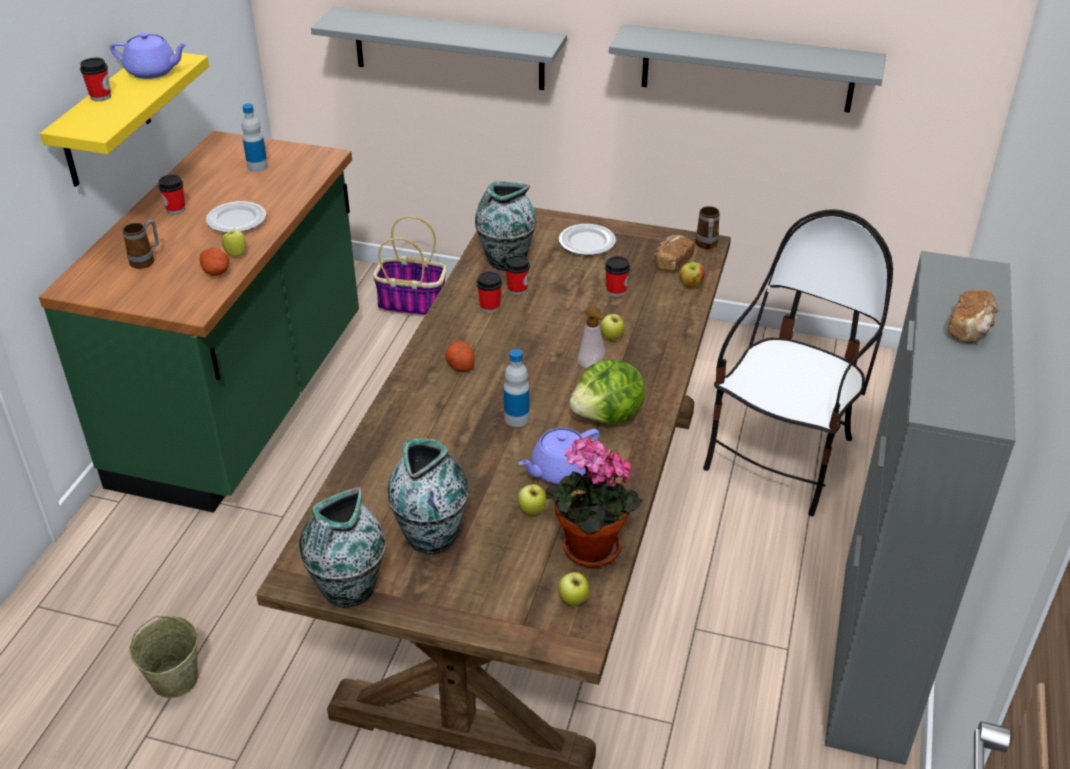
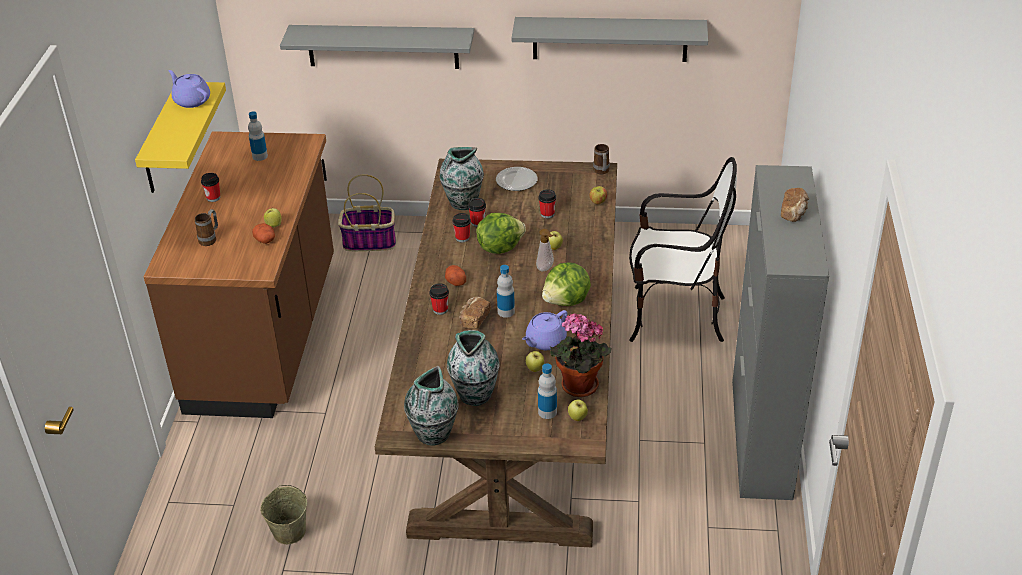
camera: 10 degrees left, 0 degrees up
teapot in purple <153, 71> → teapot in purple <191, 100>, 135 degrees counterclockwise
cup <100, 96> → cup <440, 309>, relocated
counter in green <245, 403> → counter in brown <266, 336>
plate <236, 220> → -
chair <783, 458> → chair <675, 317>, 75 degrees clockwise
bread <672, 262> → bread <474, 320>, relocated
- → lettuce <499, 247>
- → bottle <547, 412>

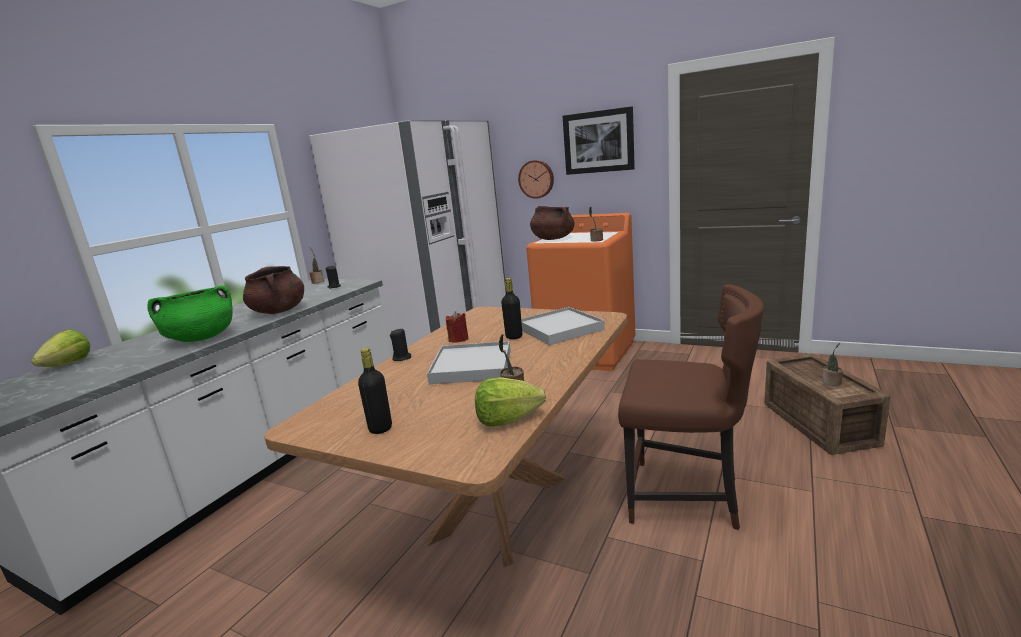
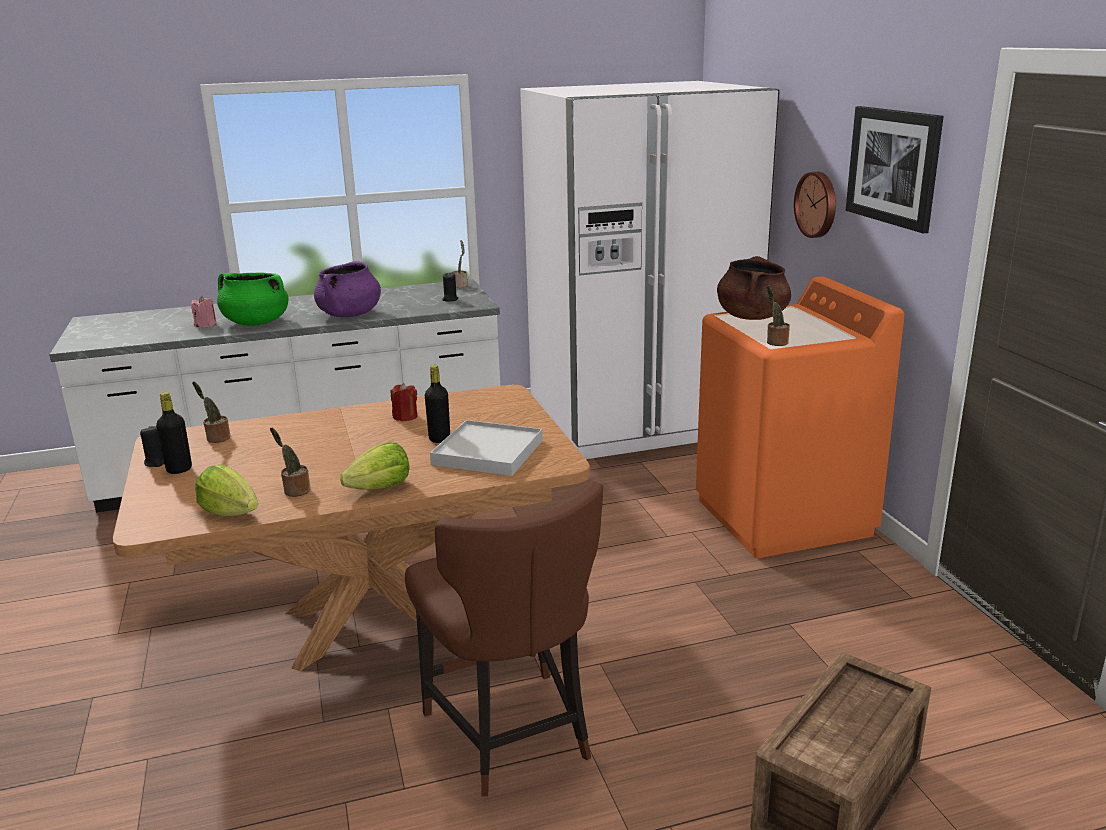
camera: 45 degrees right, 5 degrees up
cooking pot in brown <279, 311> → cooking pot in purple <349, 314>
candle in black <402, 358> → candle in black <157, 462>, relocated
lettuce <68, 364> → lettuce <380, 487>, relocated
tray in white <471, 366> → -
potted plant <832, 382> → potted plant <216, 438>, relocated
- → candle in pink <206, 324>

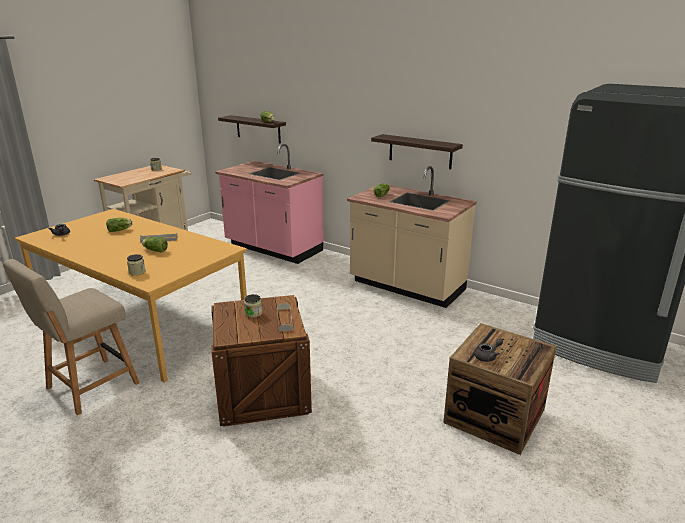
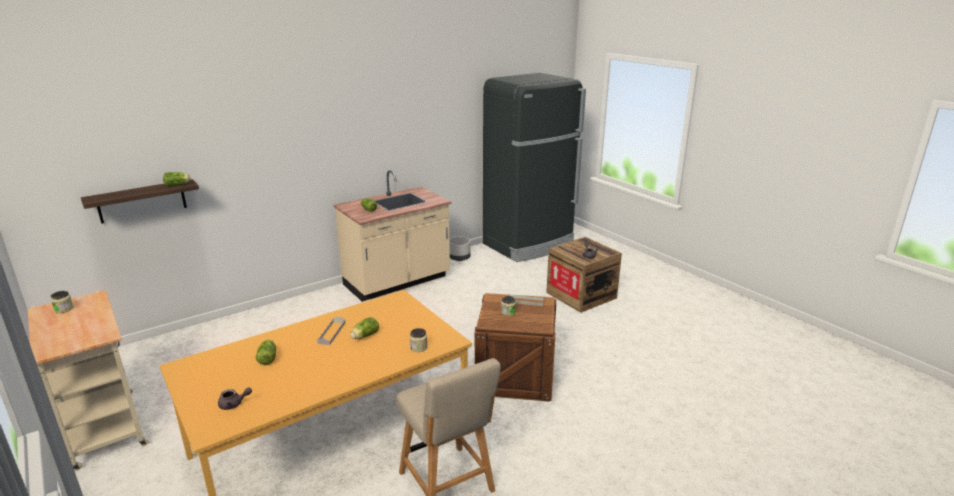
camera: 70 degrees left, 0 degrees up
shelf <420, 151> → -
counter in pink <273, 248> → -
- → planter in grey <459, 259>

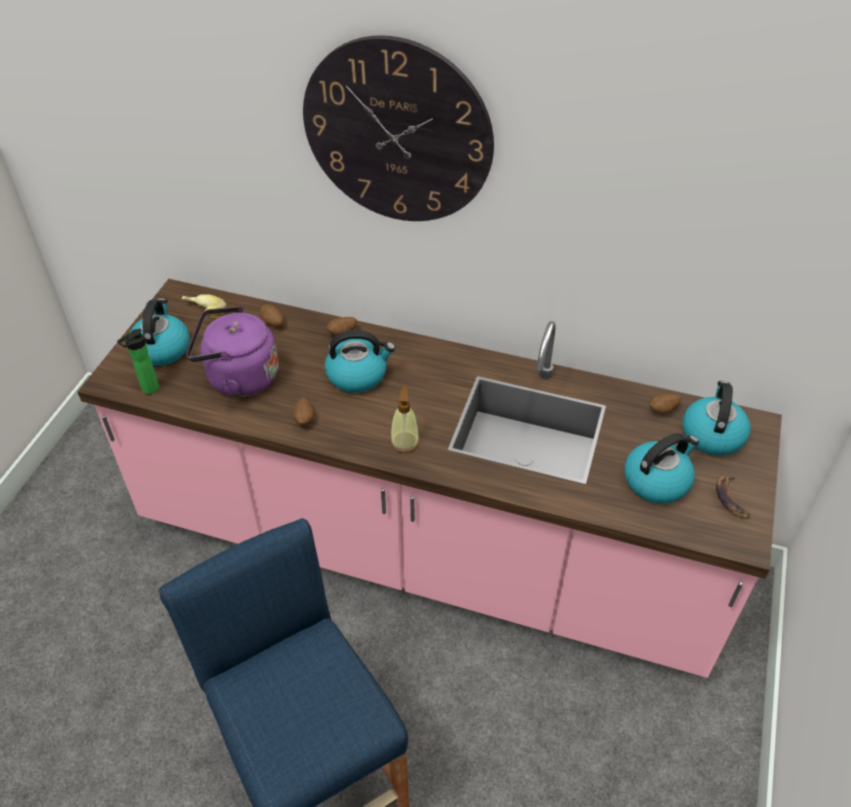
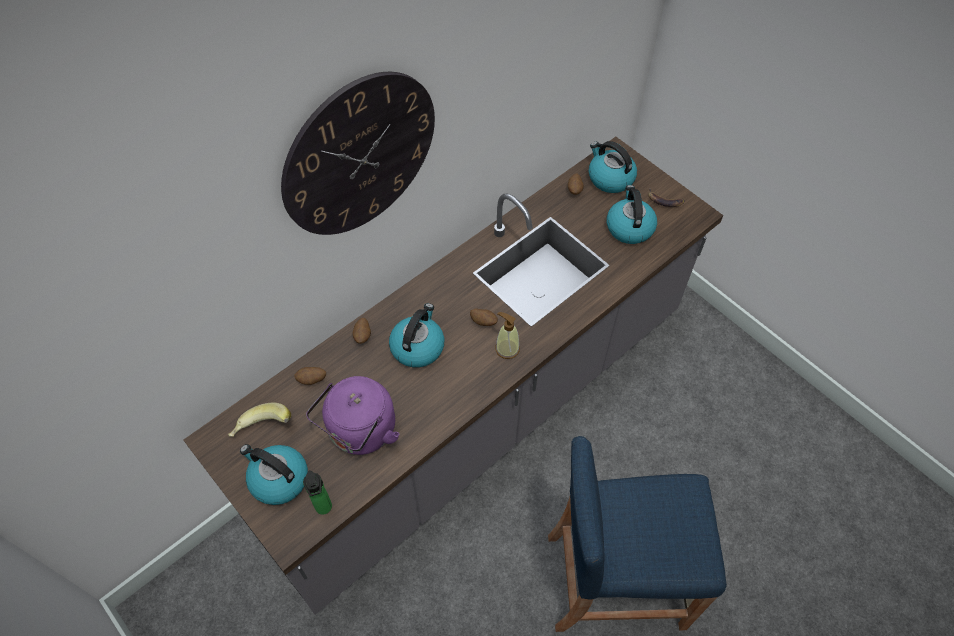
camera: 60 degrees left, 10 degrees up
counter in pink <425, 549> → counter in grey <476, 415>
potato <304, 419> → potato <483, 322>, relocated

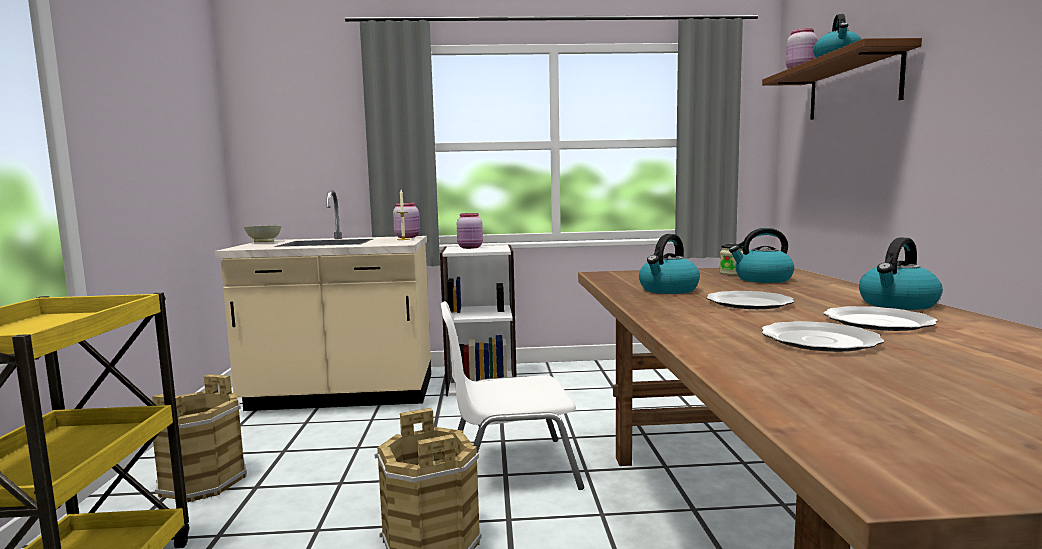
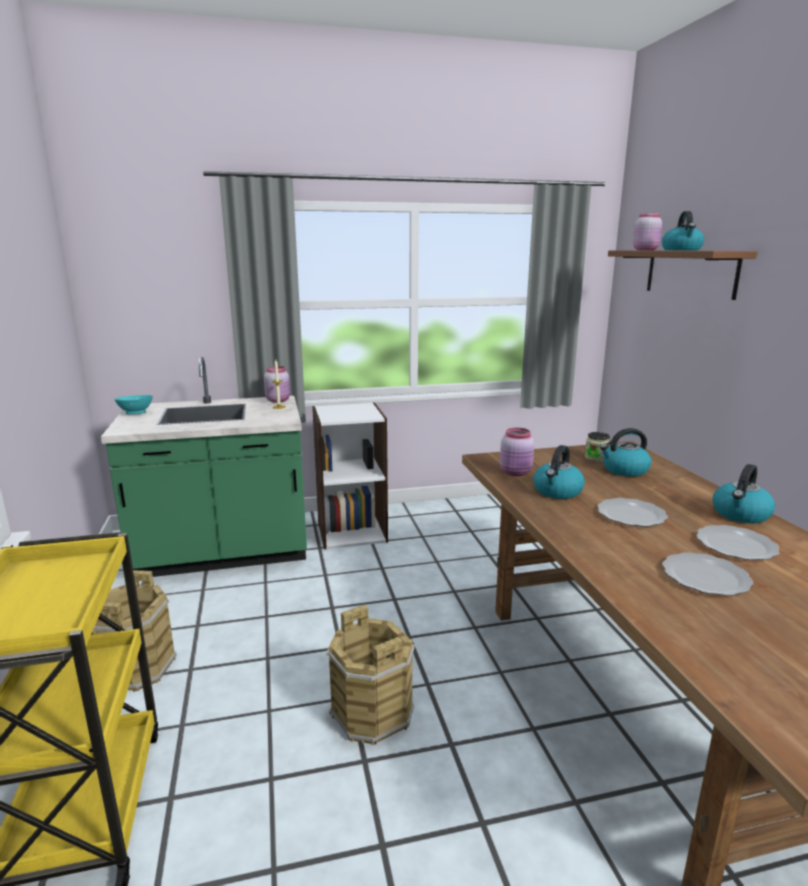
camera: 10 degrees left, 10 degrees up
counter in beige <342, 395> → counter in green <224, 553>
jar in pink <470, 247> → jar in pink <516, 472>, relocated
bowl in beige <264, 242> → bowl in turquoise <136, 413>
chair in white <509, 468> → -

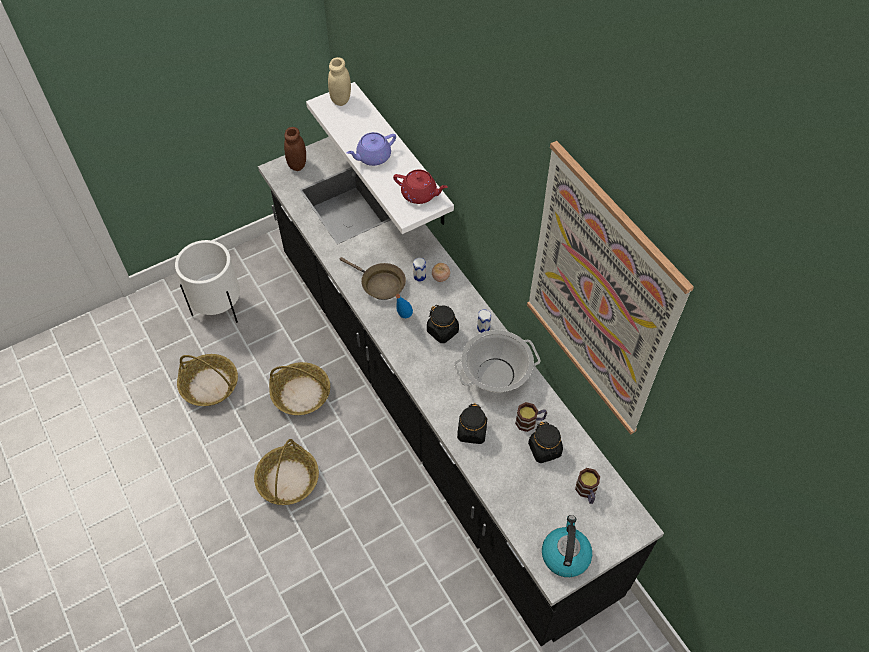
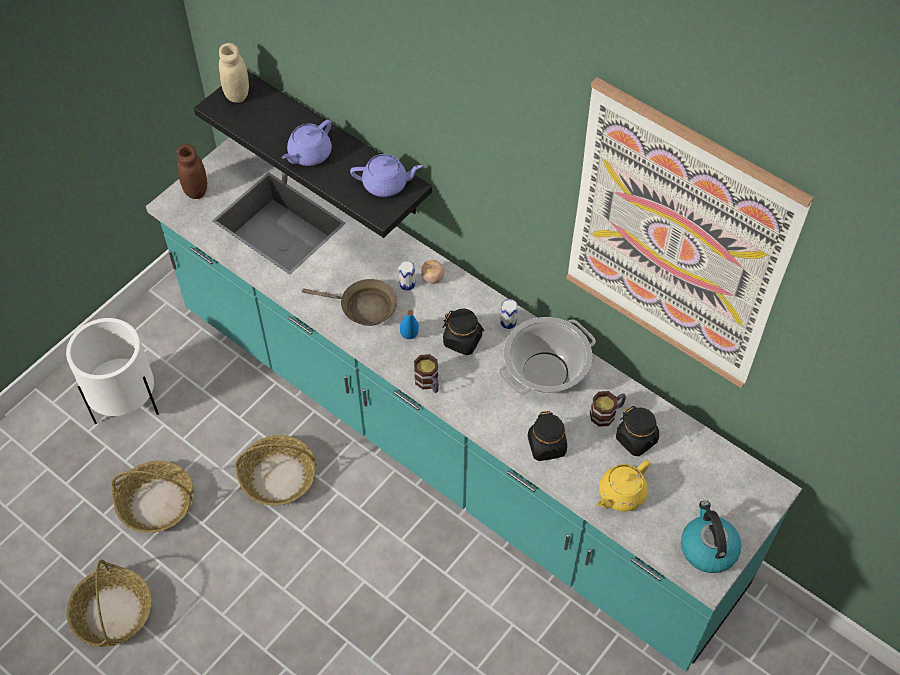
camera: 20 degrees left, 0 degrees up
shelf in white <402, 156> → shelf in black <336, 144>
counter in black <434, 411> → counter in turquoise <450, 446>
teapot in red <420, 194> → teapot in purple <386, 184>
basket <288, 479> → basket <112, 612>, relocated
mug <587, 492> → mug <429, 383>, relocated
- → teapot in yellow <620, 494>

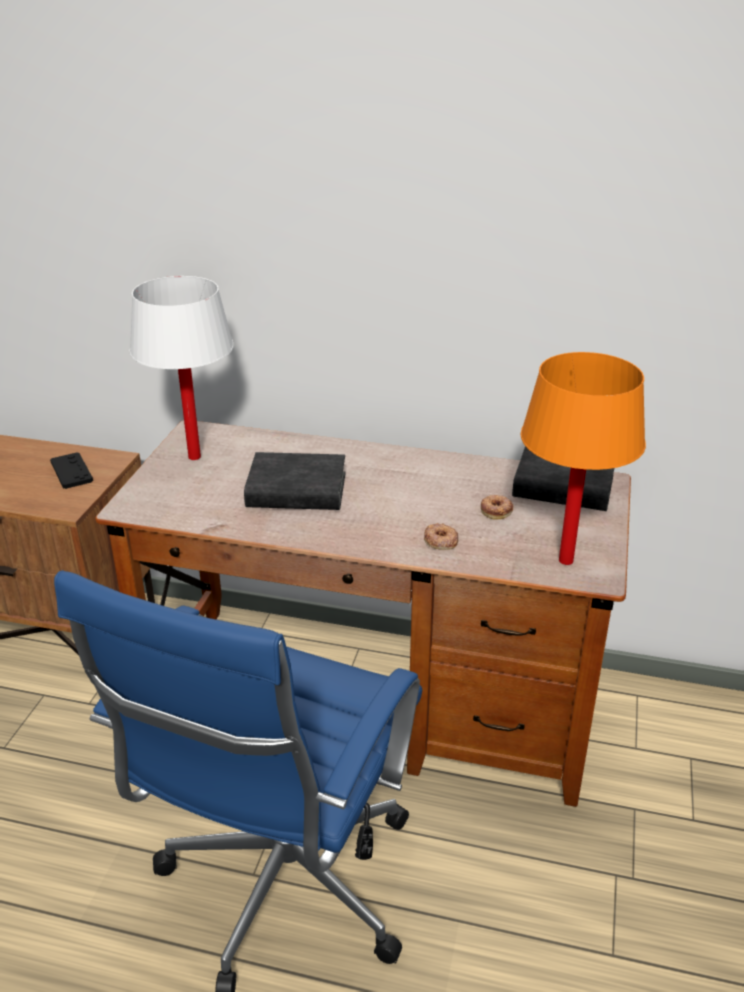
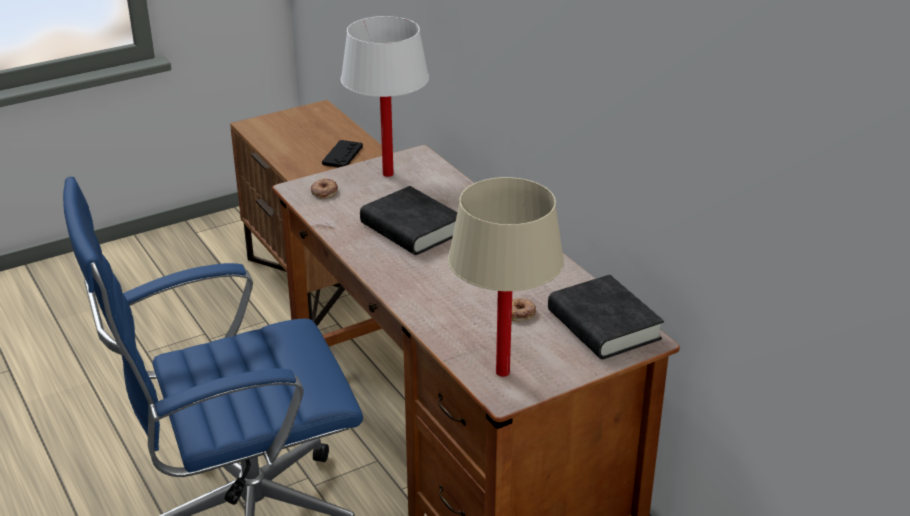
camera: 45 degrees right, 0 degrees up
table lamp in orange <565, 560> → table lamp in beige <502, 372>
donut <440, 540> → donut <324, 191>, relocated

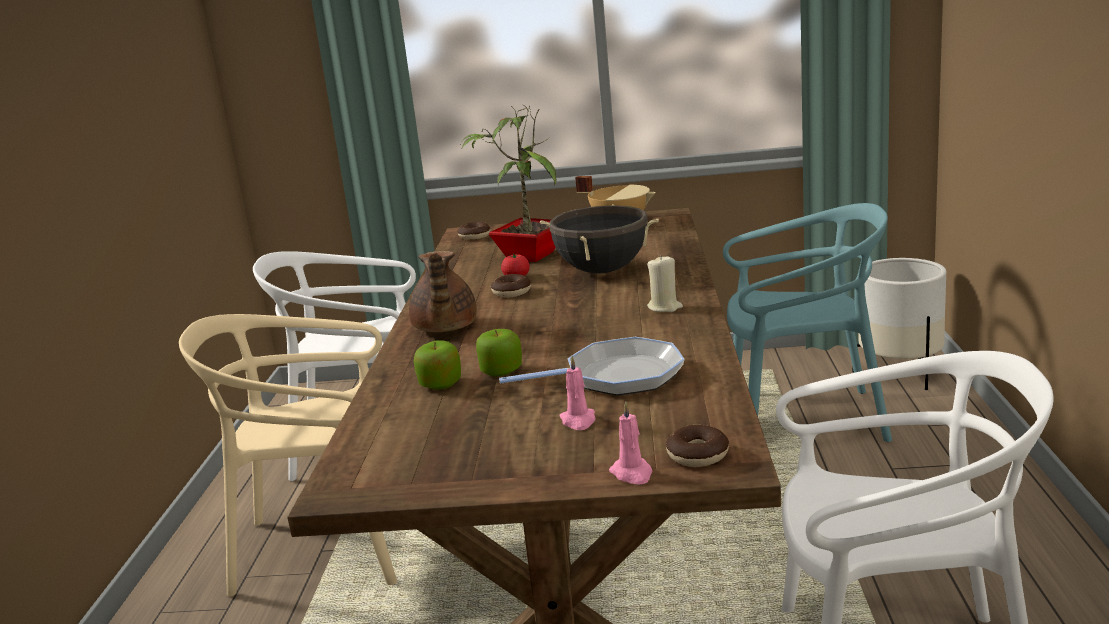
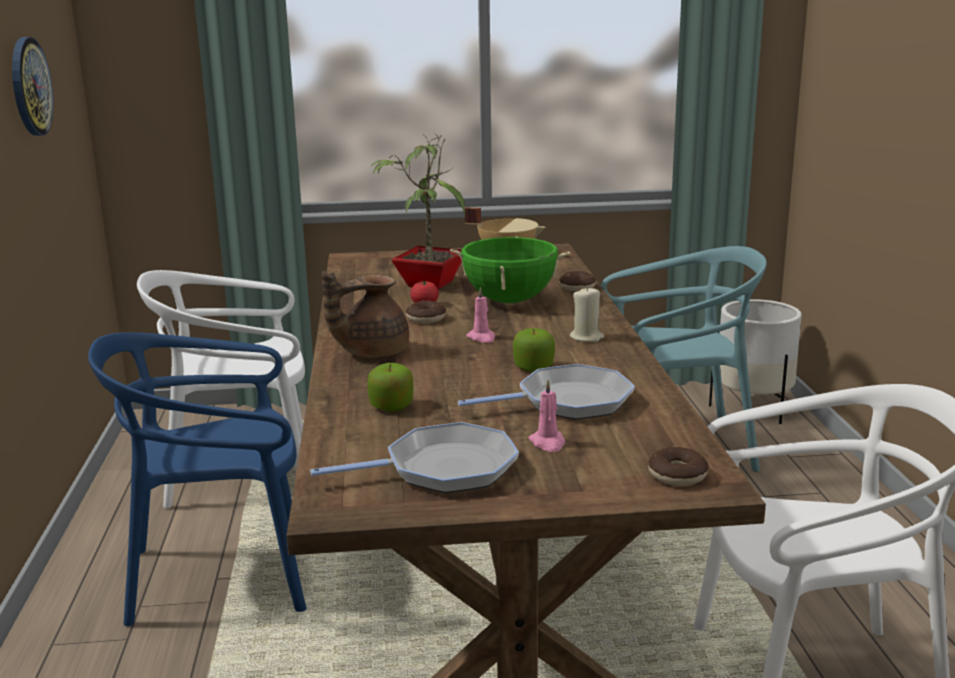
camera: 10 degrees left, 0 degrees up
cooking pot in black <602, 271> → cooking pot in green <510, 301>
donut <474, 236> → donut <577, 287>, relocated
teapot in brown <444, 328> → teapot in brown <371, 352>, 75 degrees clockwise
chair in beige <326, 547> → chair in blue <221, 575>
apple <501, 371> → apple <534, 367>, relocated
candle in pink <632, 474> → candle in pink <482, 338>, relocated
- → wall clock <29, 86>
- → frying pan <443, 469>

